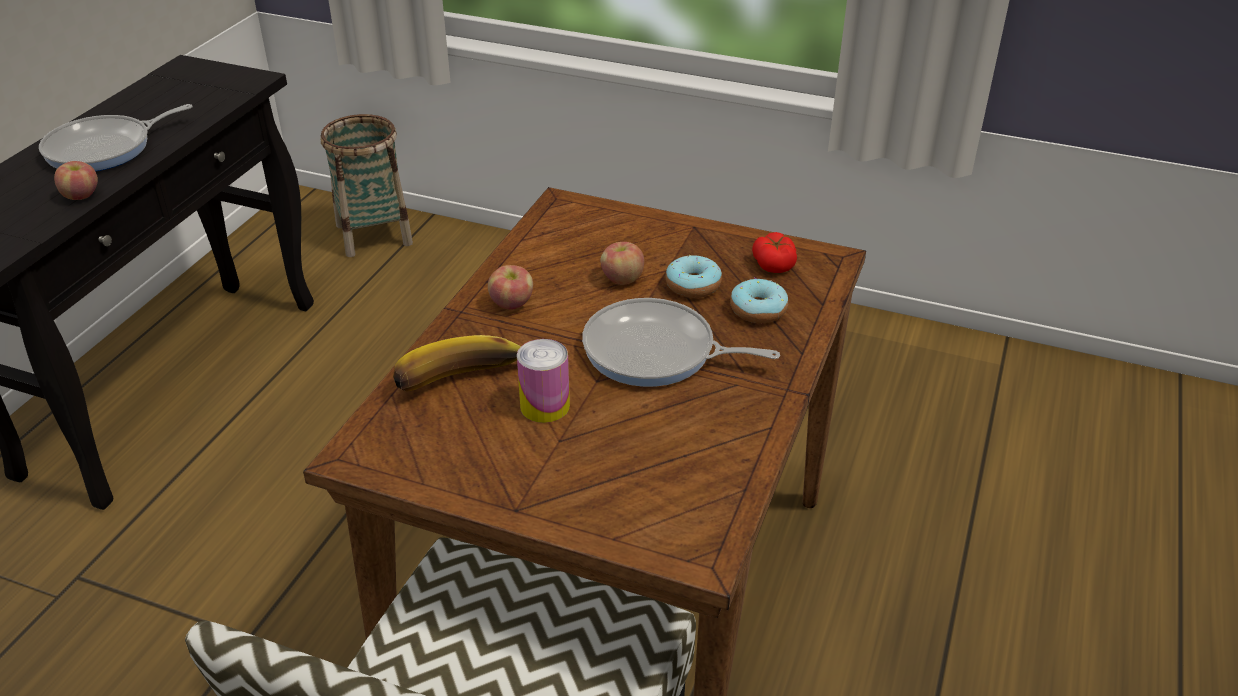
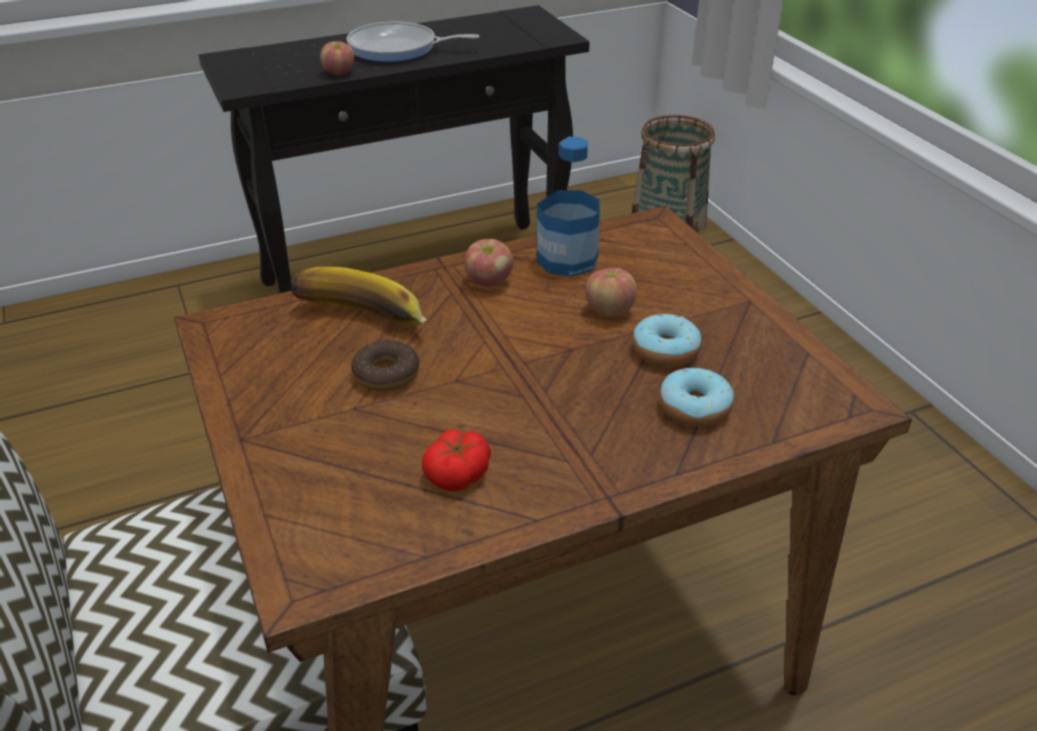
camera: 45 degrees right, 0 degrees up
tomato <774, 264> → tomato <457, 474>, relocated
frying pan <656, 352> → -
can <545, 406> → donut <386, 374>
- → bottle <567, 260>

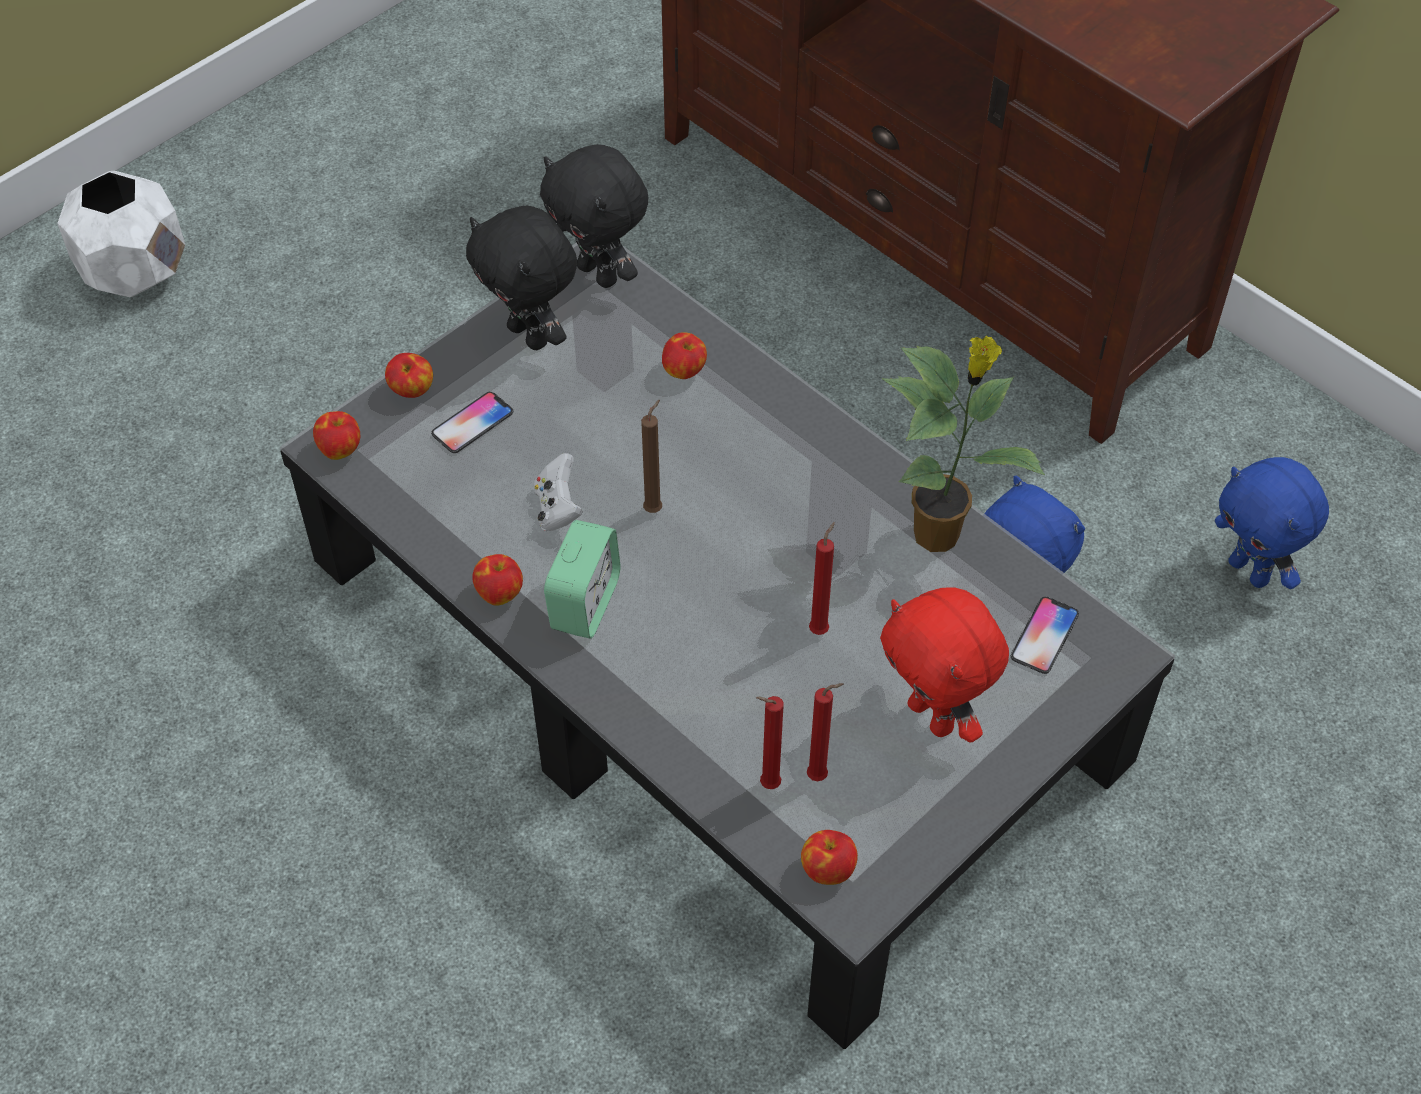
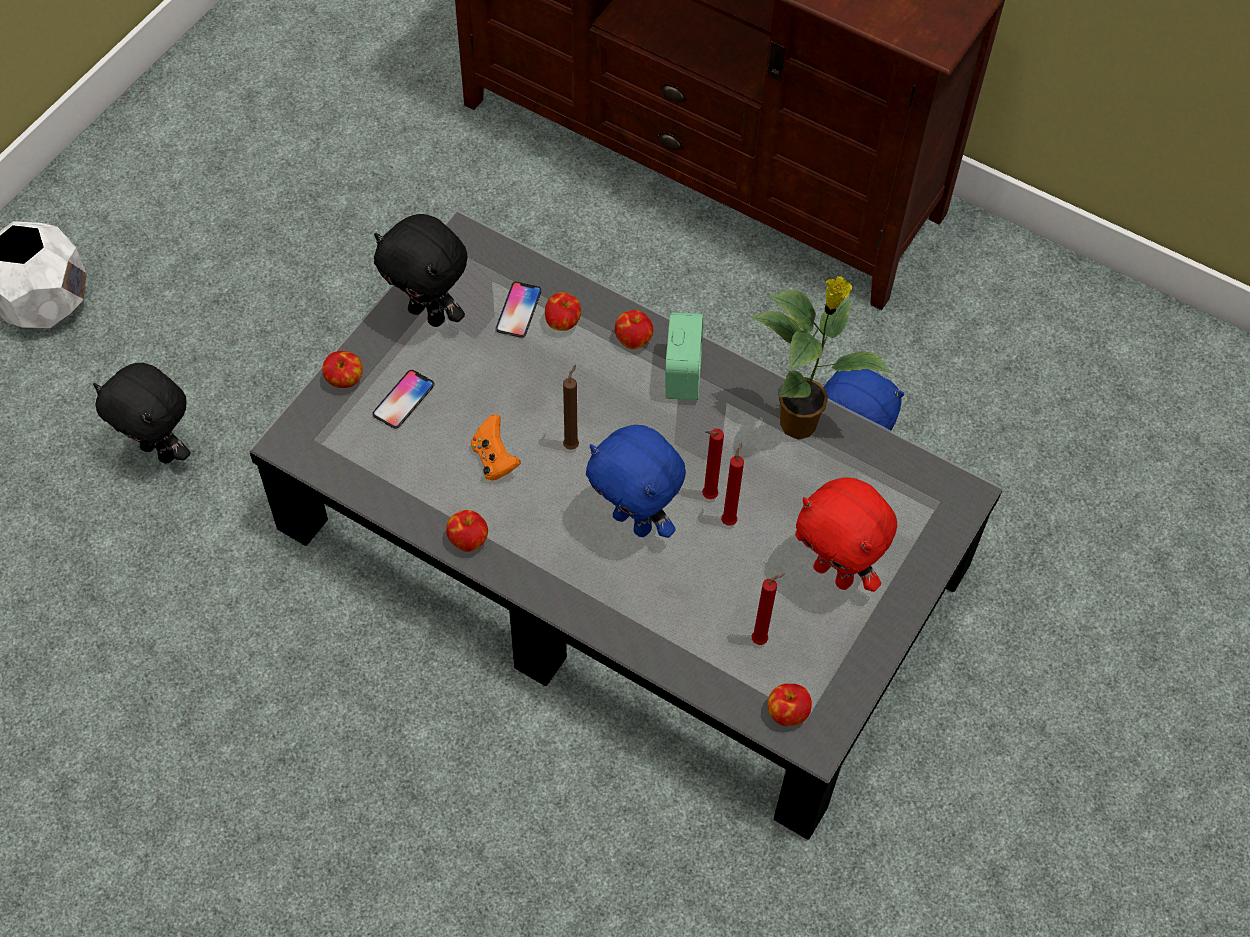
camera: 15 degrees left, 5 degrees up
plush toy in black <600, 274> → plush toy in black <160, 451>, relocated
apple <340, 449> → apple <633, 339>, relocated
game controller in white <558, 508> → game controller in orange <494, 459>
plush toy in blue <1250, 571> → plush toy in blue <634, 521>, relocated
alarm clock <585, 603> → alarm clock <682, 375>, relocated
phone <1044, 636> → phone <518, 310>, relocated
candle in red <766, 785> → candle in red <707, 496>, relocated

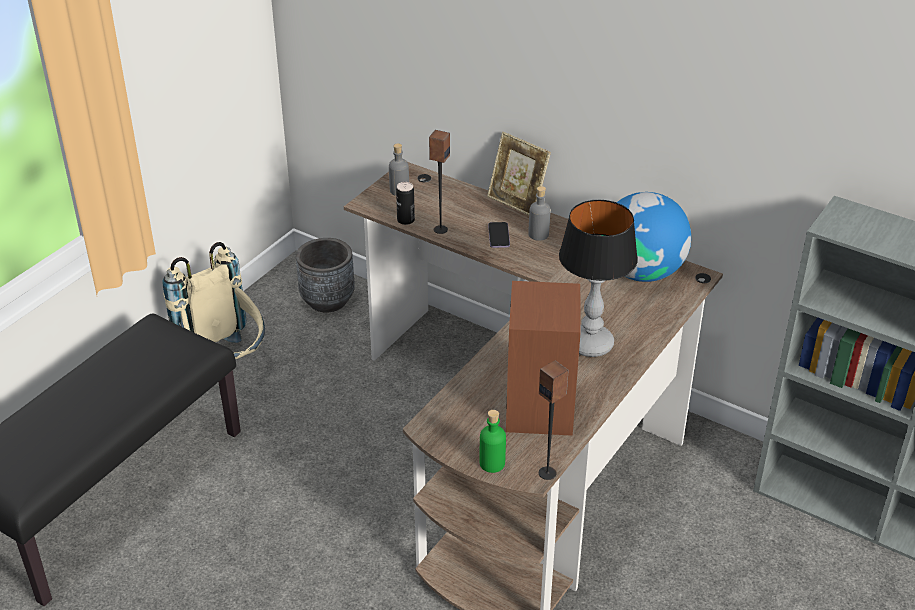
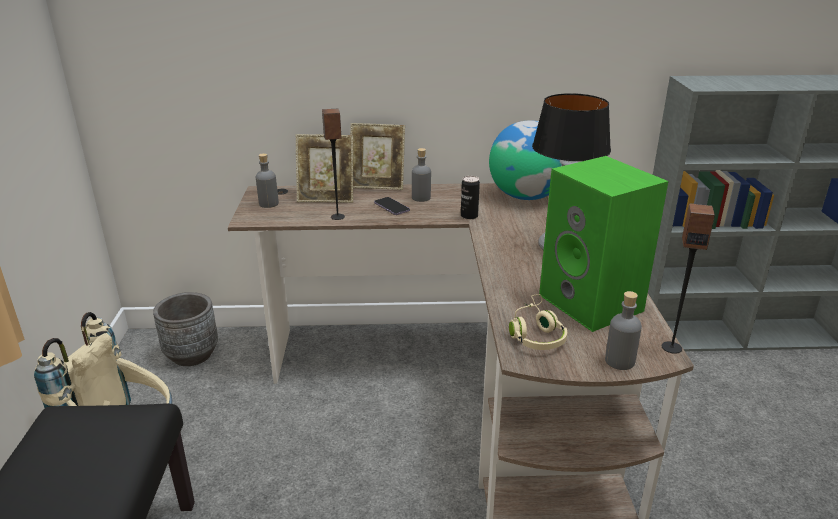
camera: 35 degrees left, 10 degrees down
can <405, 220> → can <469, 216>, relocated
speaker in brown <541, 409> → speaker in green <593, 303>
bottle in green <492, 463> → bottle in grey <619, 361>
- → picture frame <326, 198>
- → headphones in beige <536, 334>

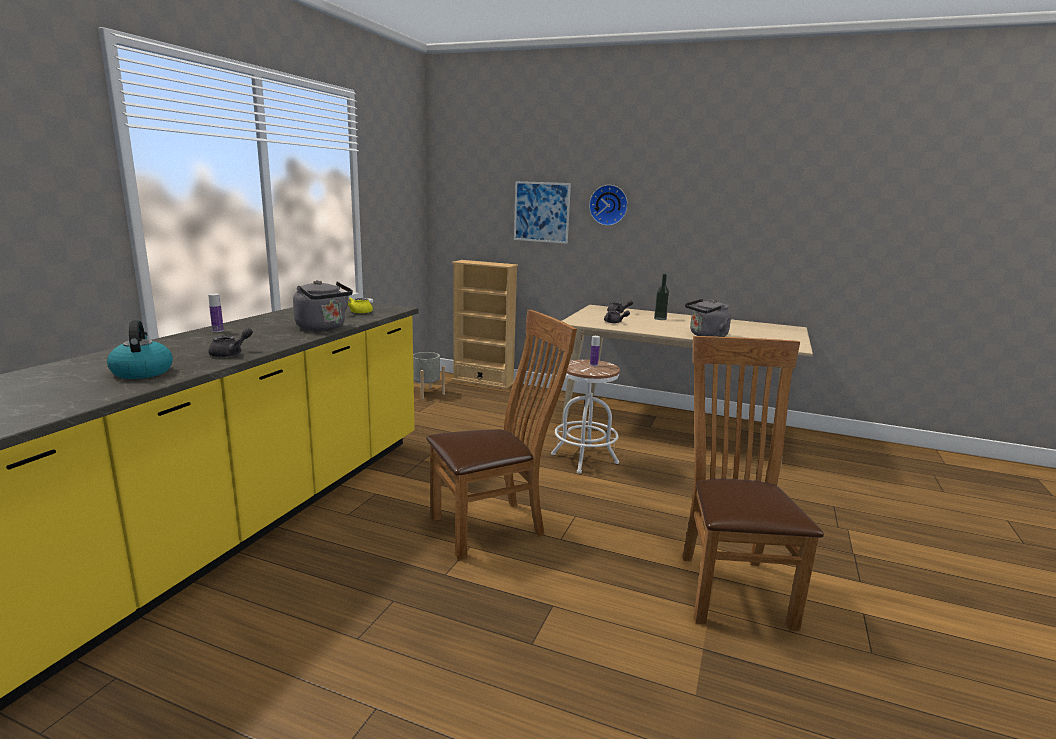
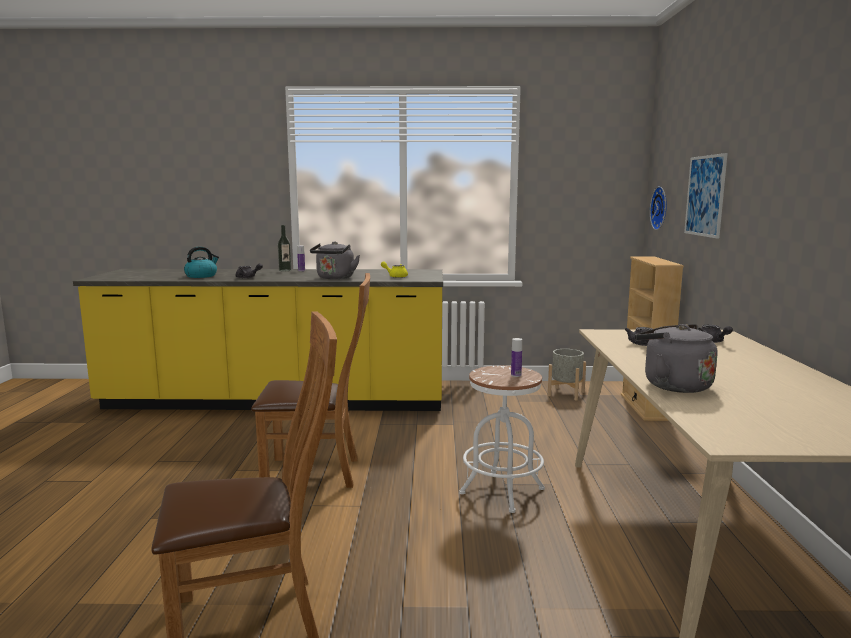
camera: 70 degrees right, 5 degrees down
wall clock <609, 205> → wall clock <661, 208>, relocated
bottle <660, 318> → bottle <285, 270>, relocated
chair in brown <494, 525> → chair in brown <318, 473>, 45 degrees counterclockwise

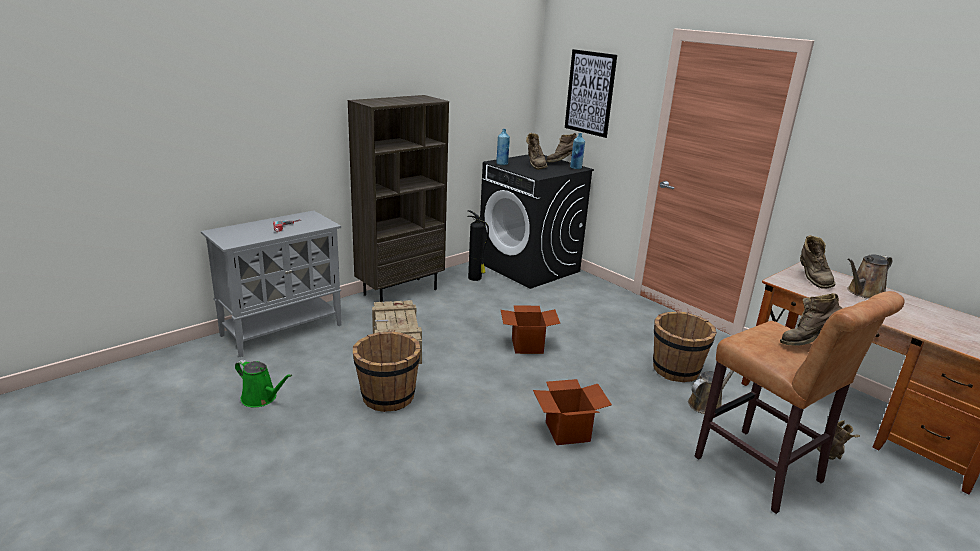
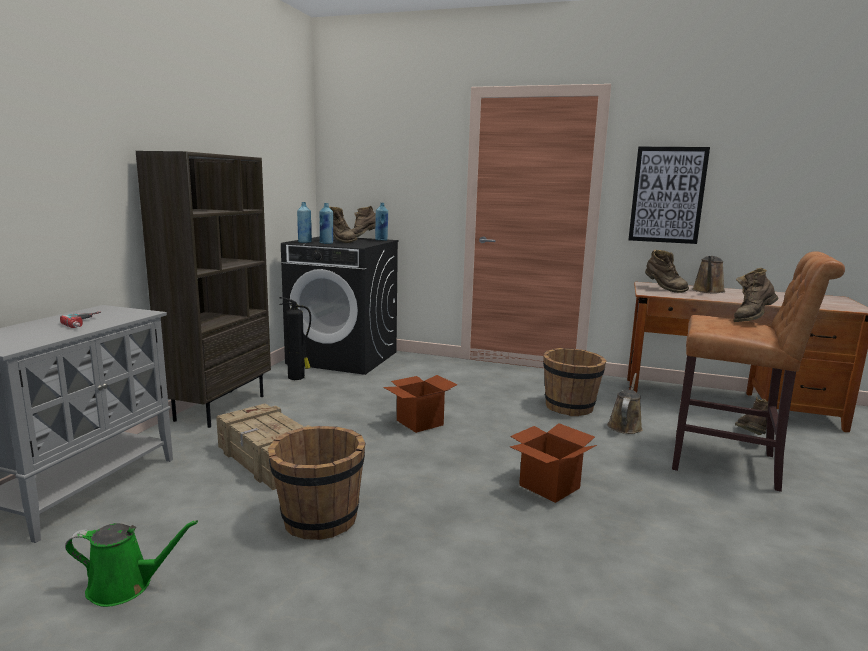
camera: 30 degrees left, 10 degrees down
picture <590, 93> → picture <667, 195>, relocated
- → bottle in blue <326, 243>

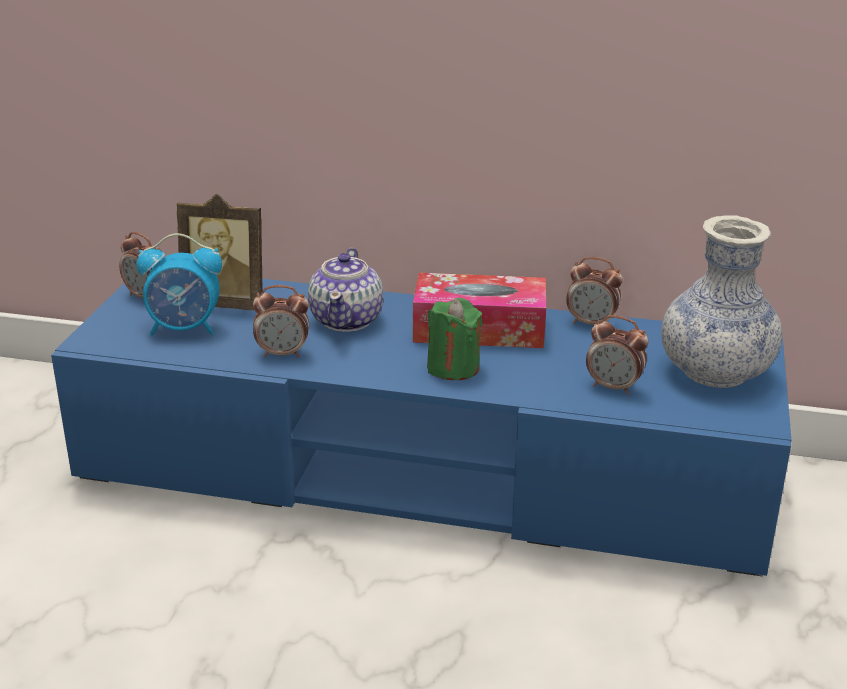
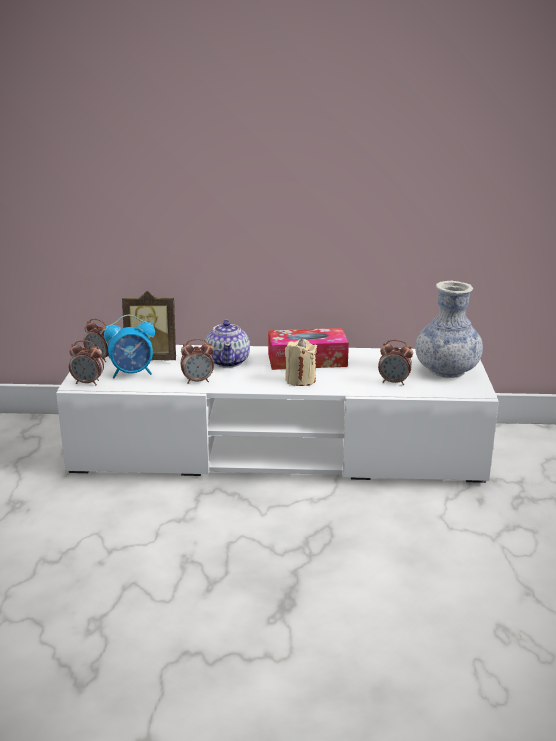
camera: 10 degrees left, 5 degrees down
alarm clock <591, 323> → alarm clock <88, 383>, relocated
tv stand in blue <422, 471> → tv stand in white <278, 450>
candle in green <453, 368> → candle in beige <300, 380>

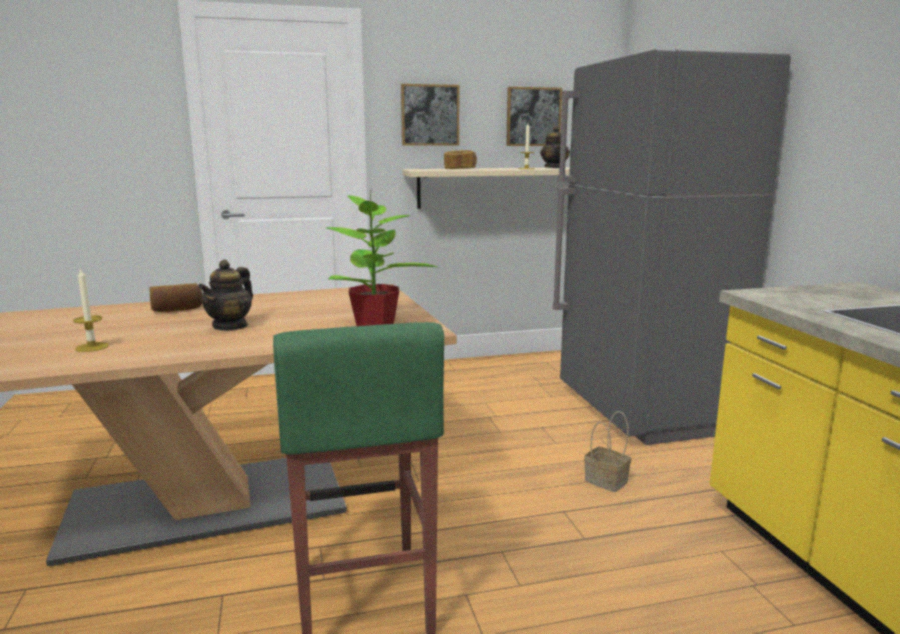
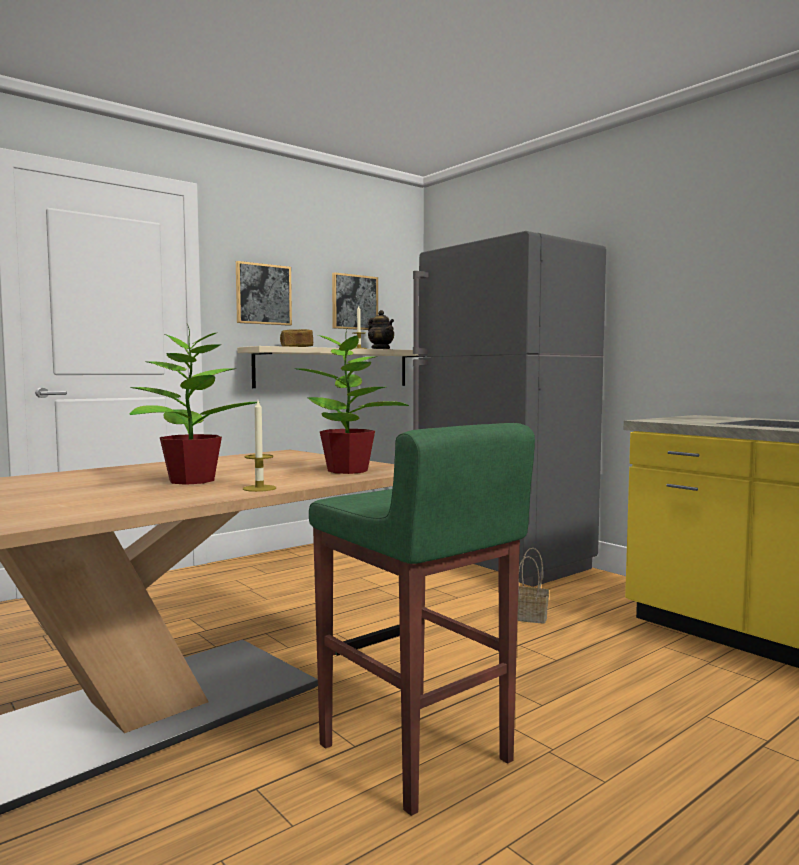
camera: 25 degrees left, 10 degrees down
teapot <230, 326> → potted plant <190, 480>
candle <92, 347> → candle <259, 488>, relocated
bread <177, 310> → -

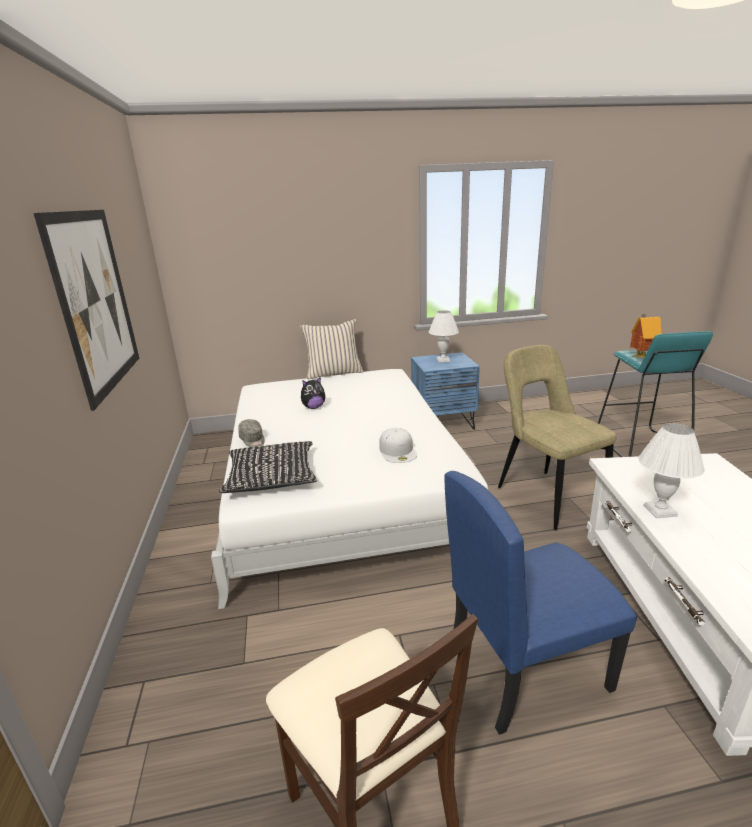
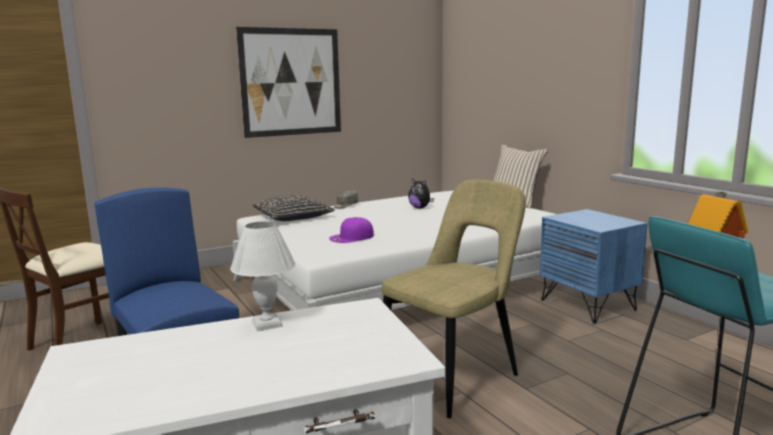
camera: 70 degrees right, 10 degrees down
table lamp in white <443, 360> → -
cap in white <398, 451> → cap in purple <351, 237>

